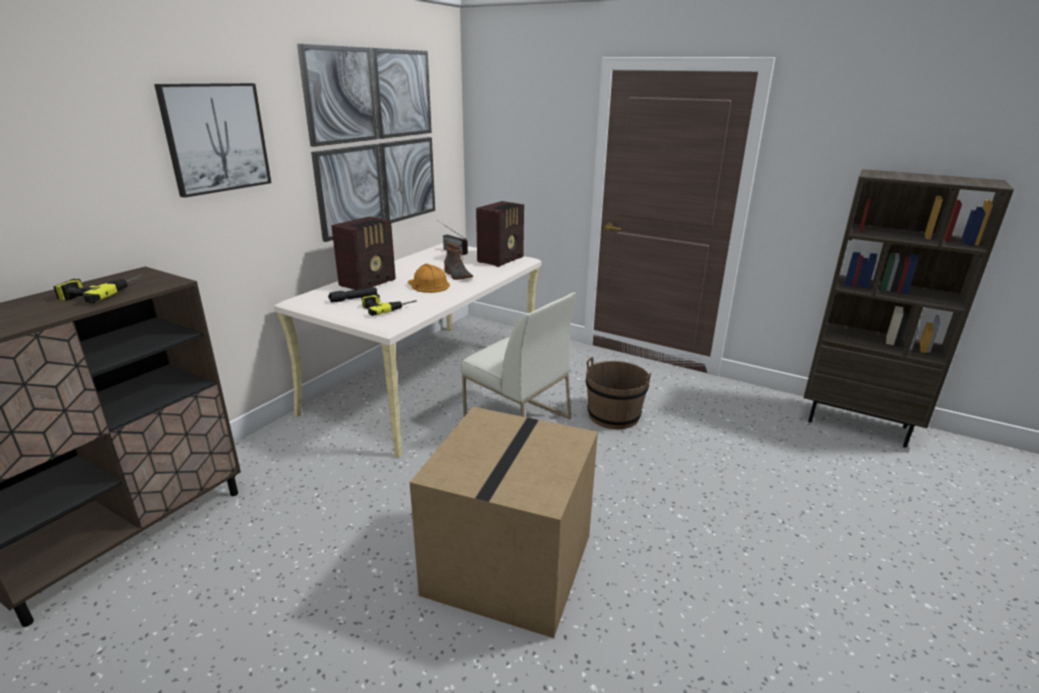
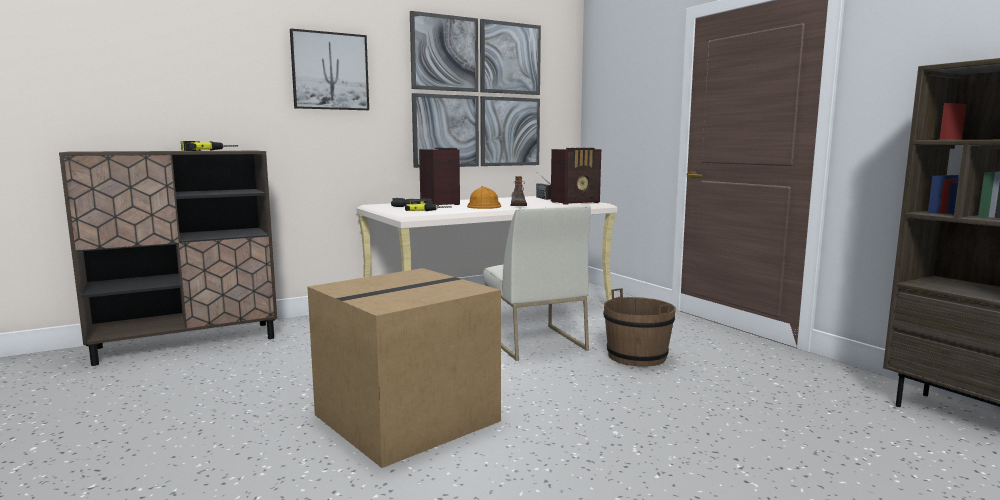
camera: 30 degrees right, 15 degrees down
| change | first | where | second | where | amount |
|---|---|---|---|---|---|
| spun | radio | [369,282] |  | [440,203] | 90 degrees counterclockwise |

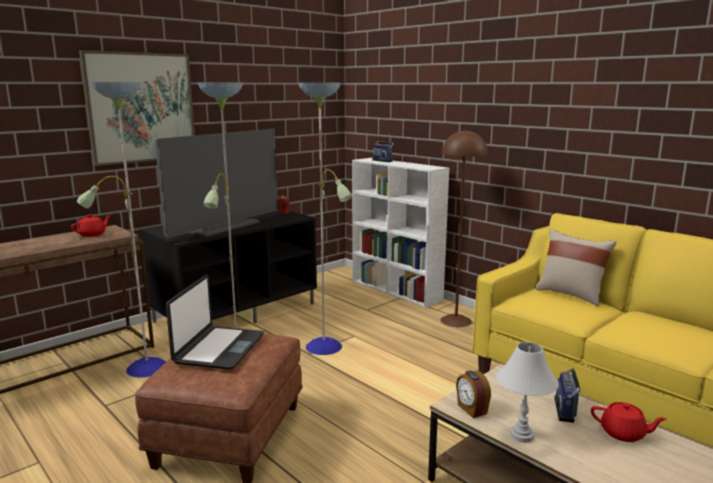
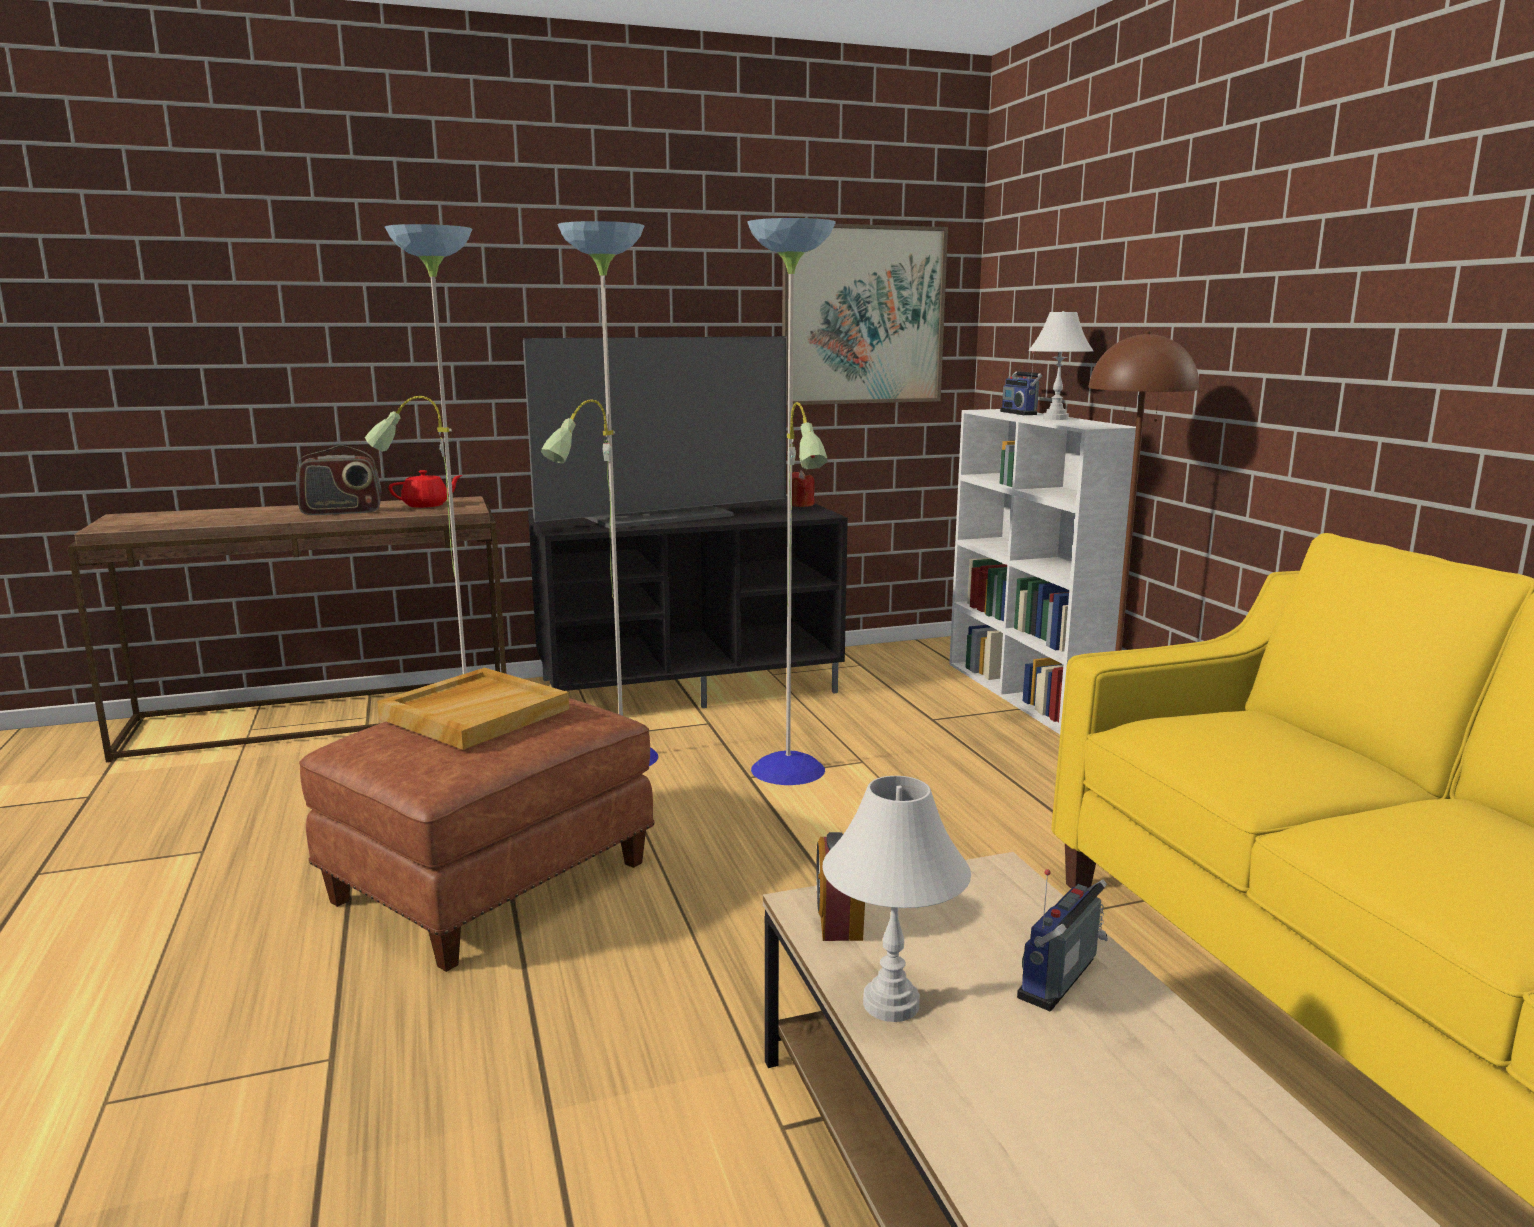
camera: 25 degrees right, 0 degrees up
| change | first | where | second | where | amount |
|---|---|---|---|---|---|
| relocated | picture | [141,107] |  | [863,315] |  |
| exchanged | laptop | [218,349] | beige tray | [475,713] |  |
| missing | beige pillow | [571,294] |  |  |  |
| missing | red teapot | [623,434] |  |  |  |
| appeared |  |  | radio | [341,512] |  |
| appeared |  |  | white table lamp | [1055,418] |  |

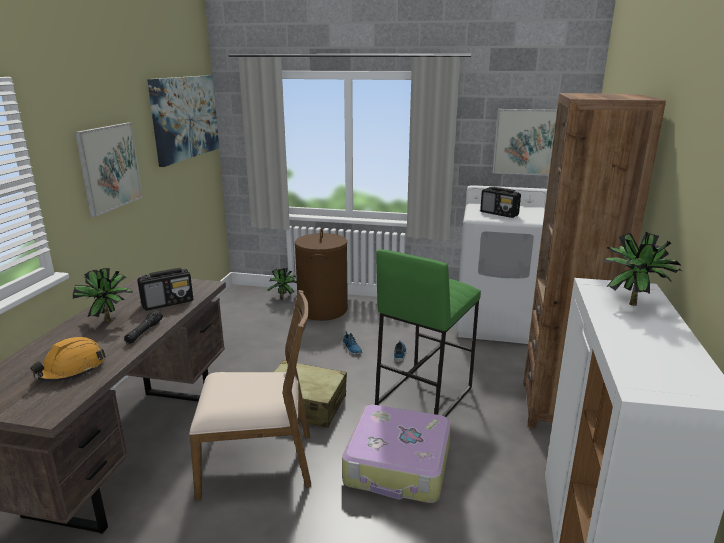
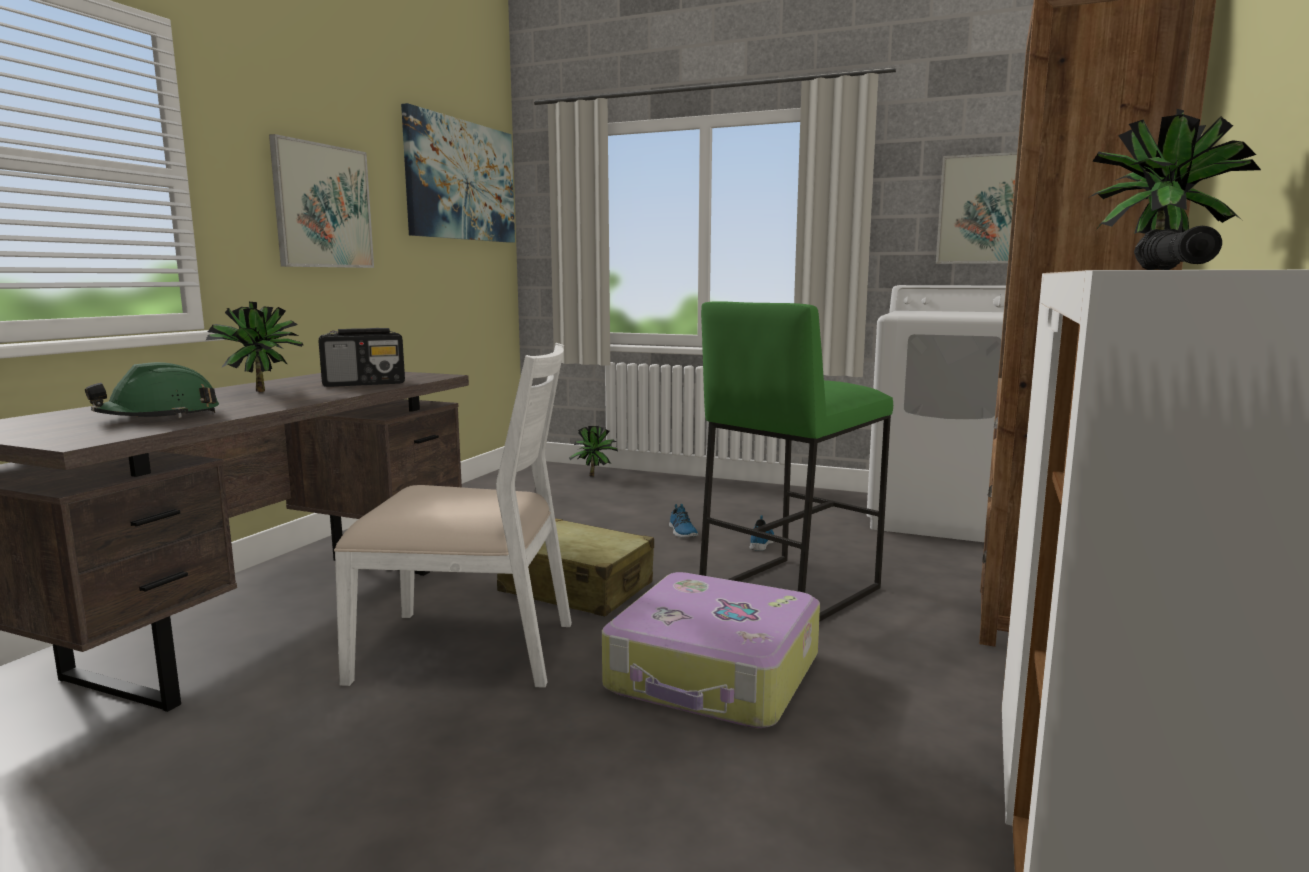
camera: 10 degrees right, 10 degrees down
| change | first | where | second | where | amount |
|---|---|---|---|---|---|
| colour | orange hard hat | [71,370] | green hard hat | [159,417] |  |
| relocated | black flashlight | [144,332] |  | [1172,269] |  |
| colour | brown chair | [258,463] | white chair | [468,649] |  |
| missing | brown laundry basket | [323,310] |  |  |  |
| missing | radio | [499,214] |  |  |  |

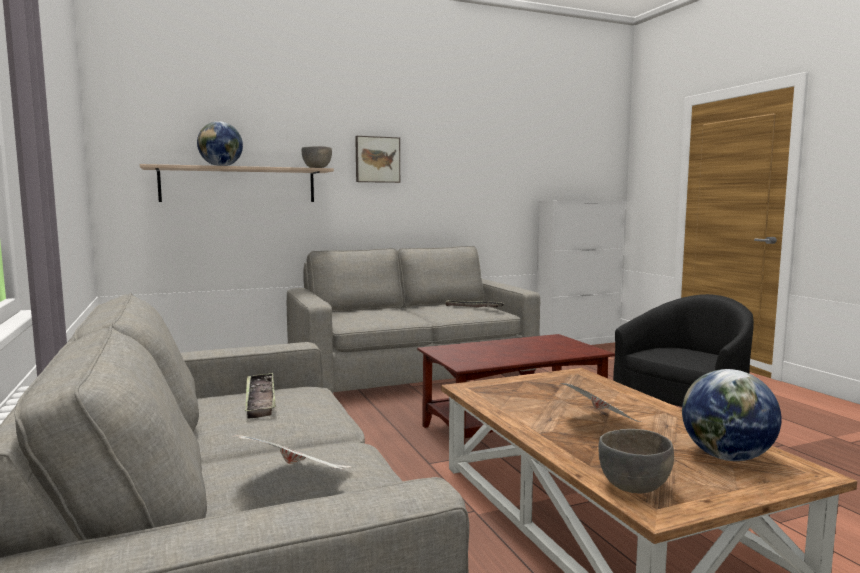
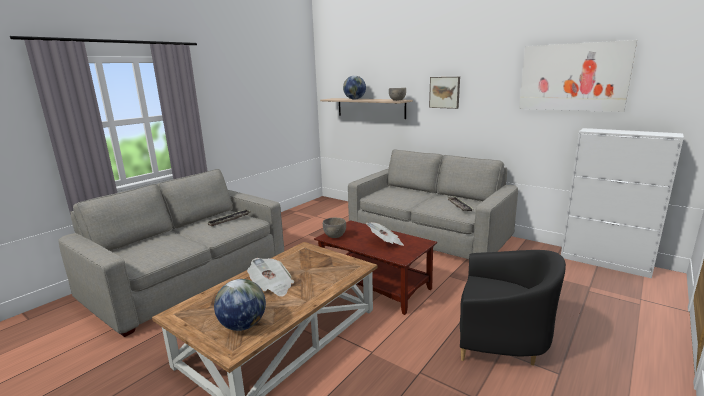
camera: 60 degrees right, 10 degrees up
| change | first | where | second | where | amount |
|---|---|---|---|---|---|
| relocated | newspaper | [297,482] |  | [385,243] |  |
| relocated | grey bowl | [634,487] |  | [335,236] |  |
| appeared |  |  | picture | [573,77] |  |

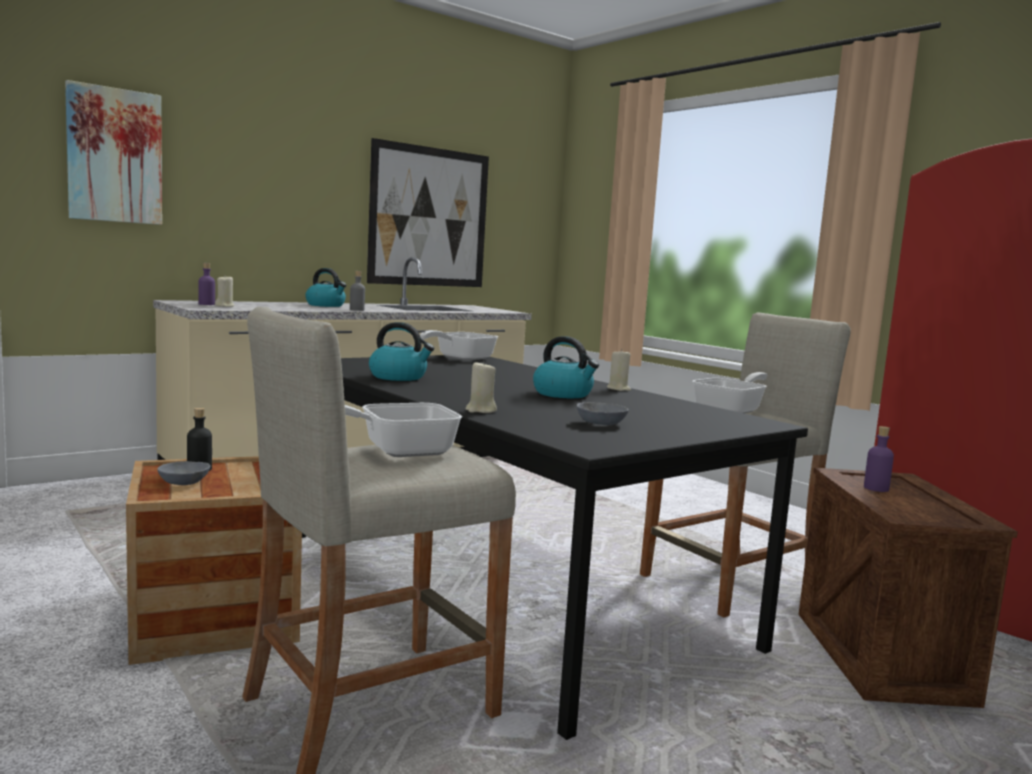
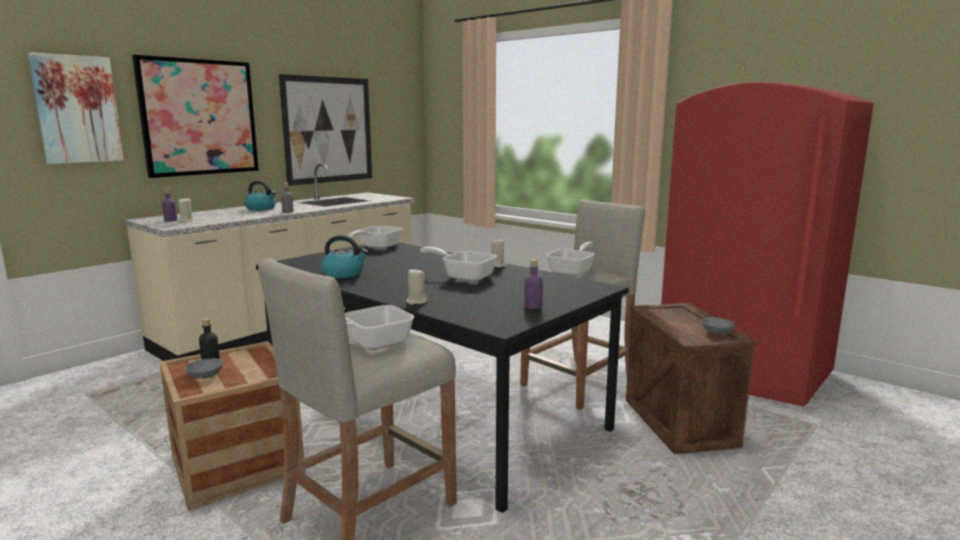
camera: 10 degrees left, 5 degrees up
| change | first | where | second | where | amount |
|---|---|---|---|---|---|
| exchanged | kettle | [563,394] | frying pan | [464,276] |  |
| relocated | grey bowl | [601,423] |  | [717,332] |  |
| relocated | purple bottle | [876,488] |  | [533,306] |  |
| appeared |  |  | picture | [199,117] |  |

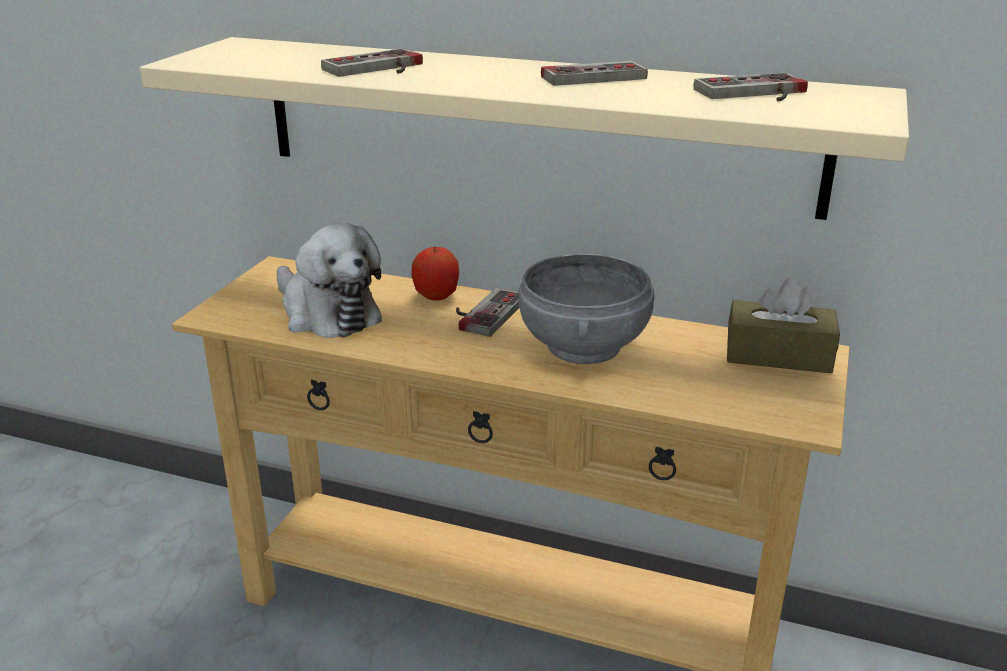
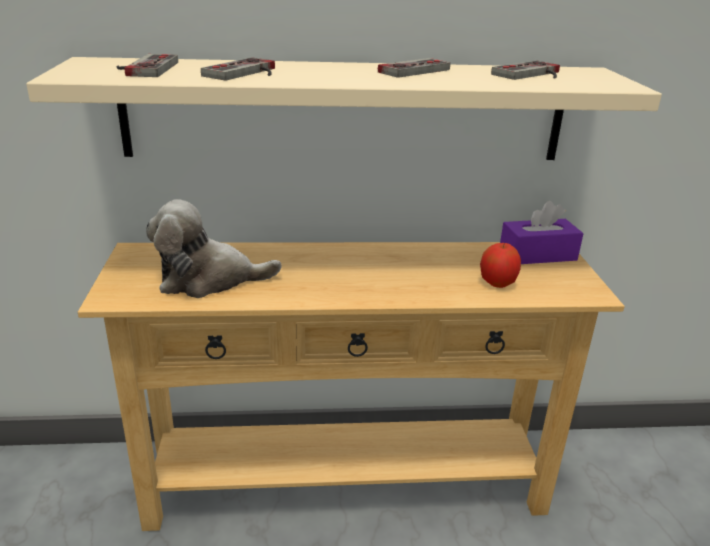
camera: 25 degrees left, 0 degrees up
| change | first | where | second | where | amount |
|---|---|---|---|---|---|
| spun | plush toy | [327,313] |  | [208,280] | 150 degrees clockwise |
| relocated | apple | [436,295] |  | [497,283] |  |
| relocated | game controller | [483,313] |  | [143,68] |  |
| missing | grey bowl | [585,346] |  |  |  |
| colour | brown tissue box | [778,355] | purple tissue box | [537,254] |  |

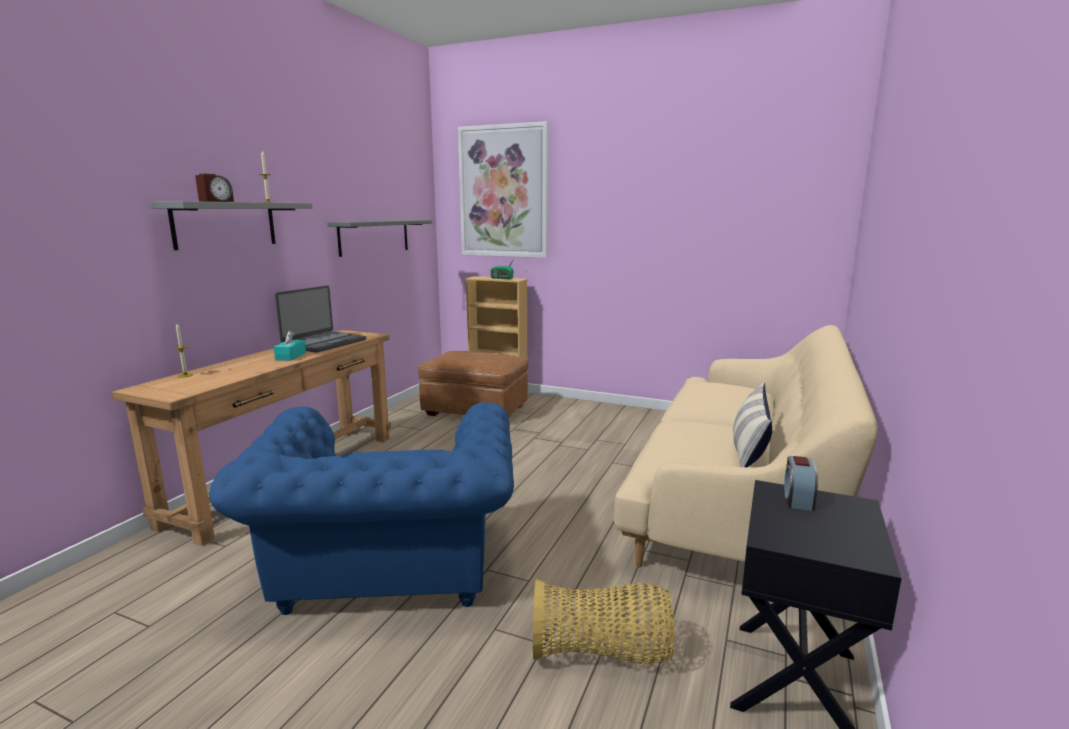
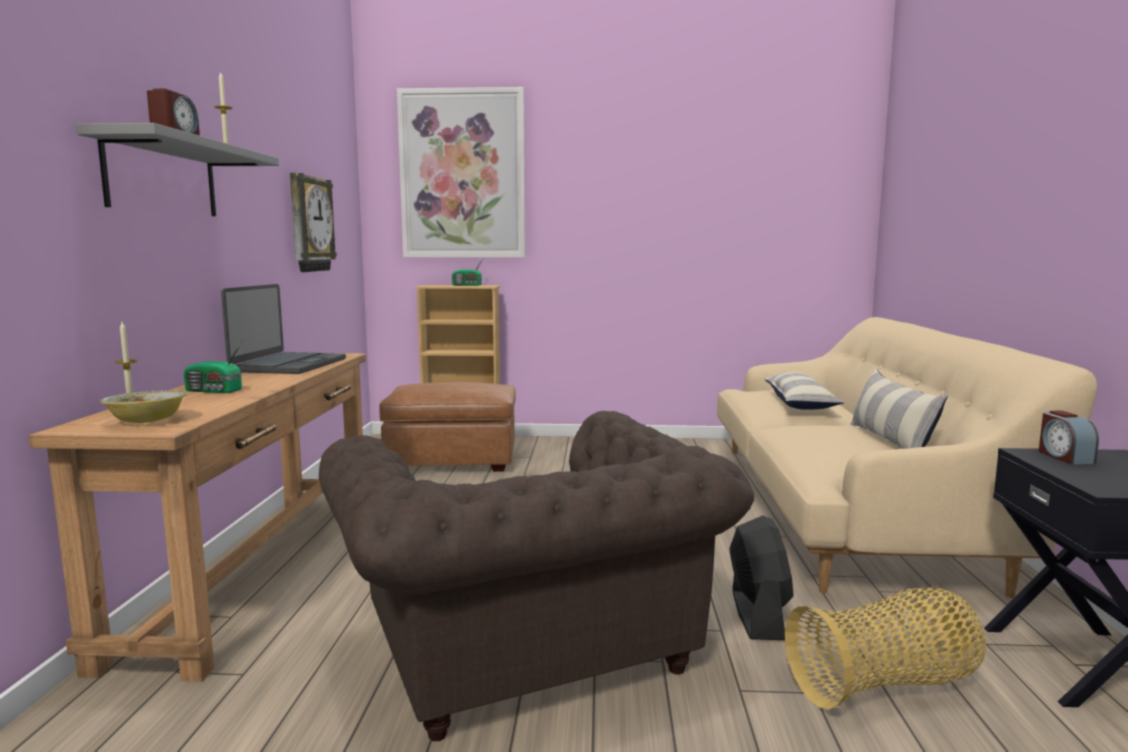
camera: 20 degrees left, 5 degrees down
| change | first | where | second | where | amount |
|---|---|---|---|---|---|
| colour | blue armchair | [388,569] | brown armchair | [530,653] |  |
| missing | turquoise tissue box | [290,356] |  |  |  |
| exchanged | grey shelf | [374,237] | wall clock | [309,224] |  |
| appeared |  |  | bowl | [147,421] |  |
| appeared |  |  | radio | [214,391] |  |
| appeared |  |  | black fan | [757,614] |  |
| appeared |  |  | pillow | [800,403] |  |

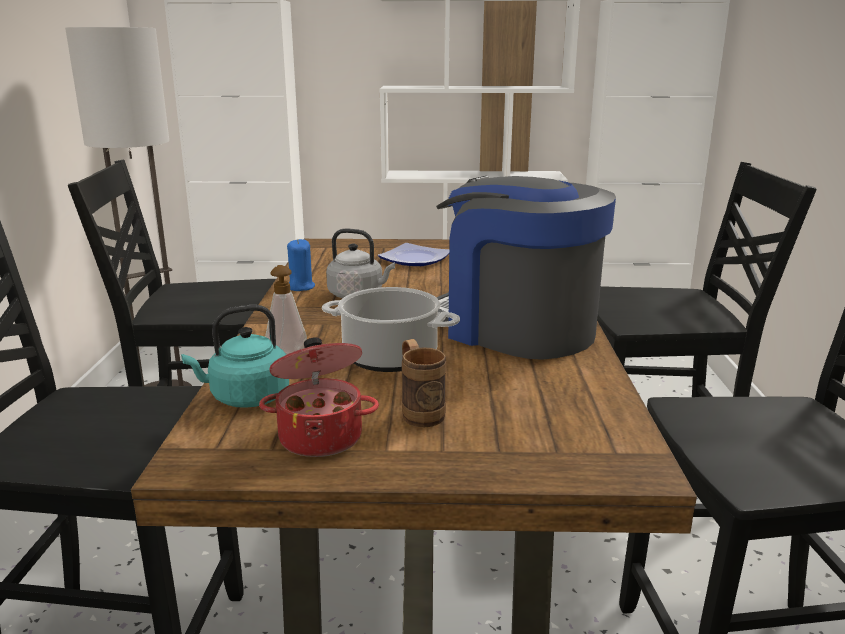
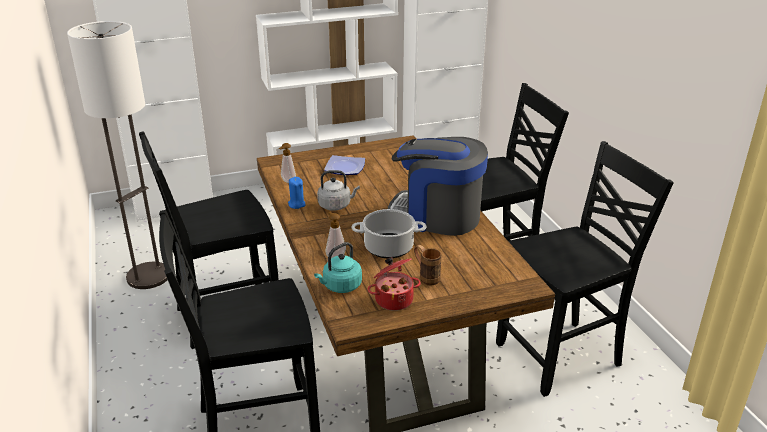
camera: 20 degrees left, 10 degrees up
| change | first | where | second | where | amount |
|---|---|---|---|---|---|
| appeared |  |  | soap dispenser | [287,182] |  |

